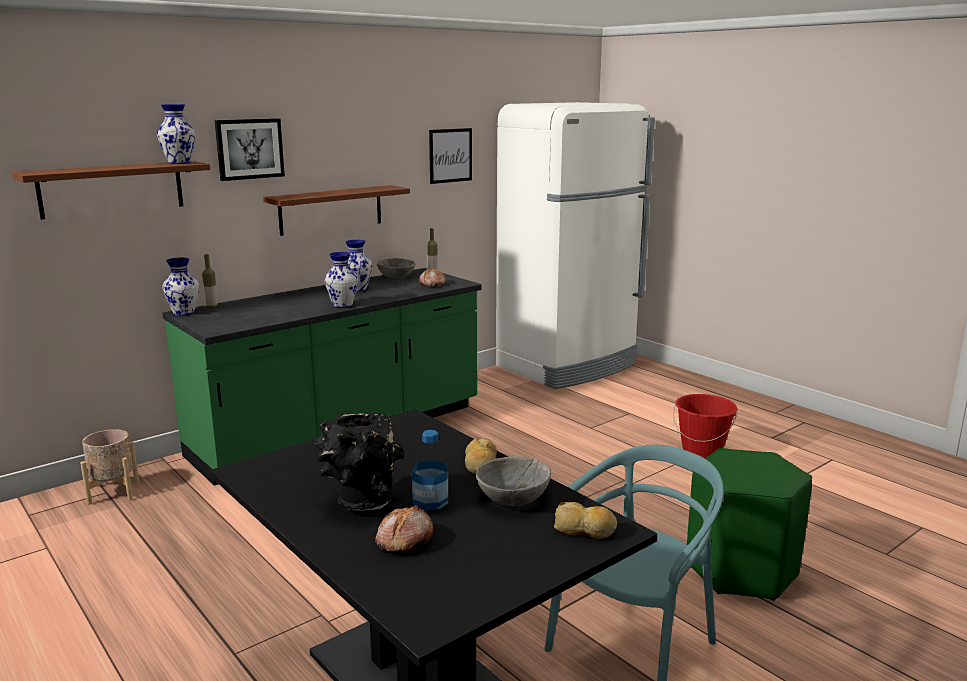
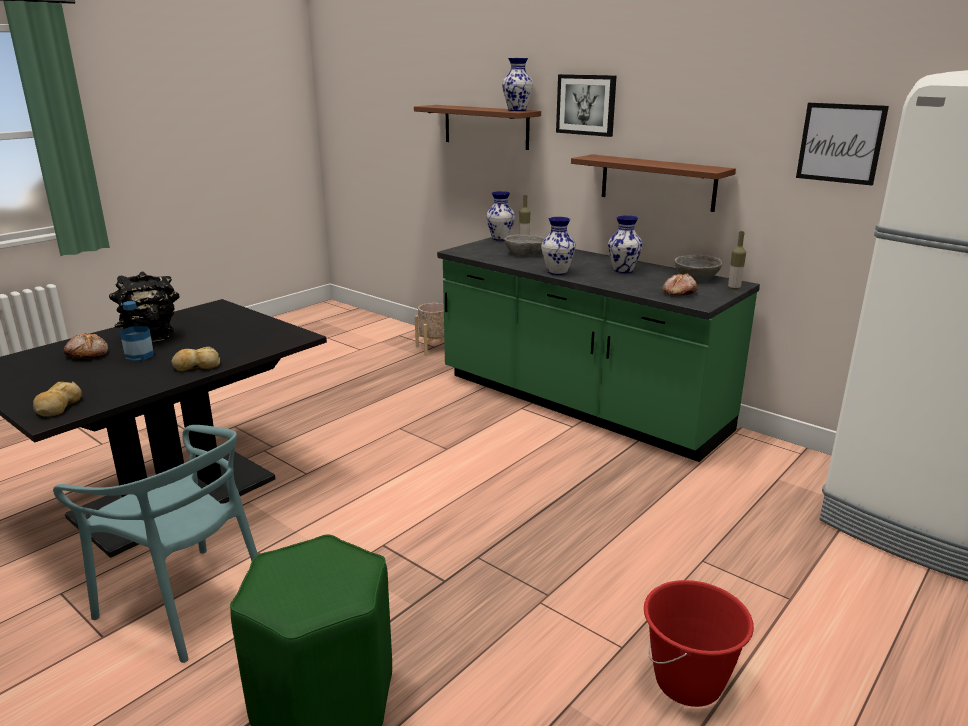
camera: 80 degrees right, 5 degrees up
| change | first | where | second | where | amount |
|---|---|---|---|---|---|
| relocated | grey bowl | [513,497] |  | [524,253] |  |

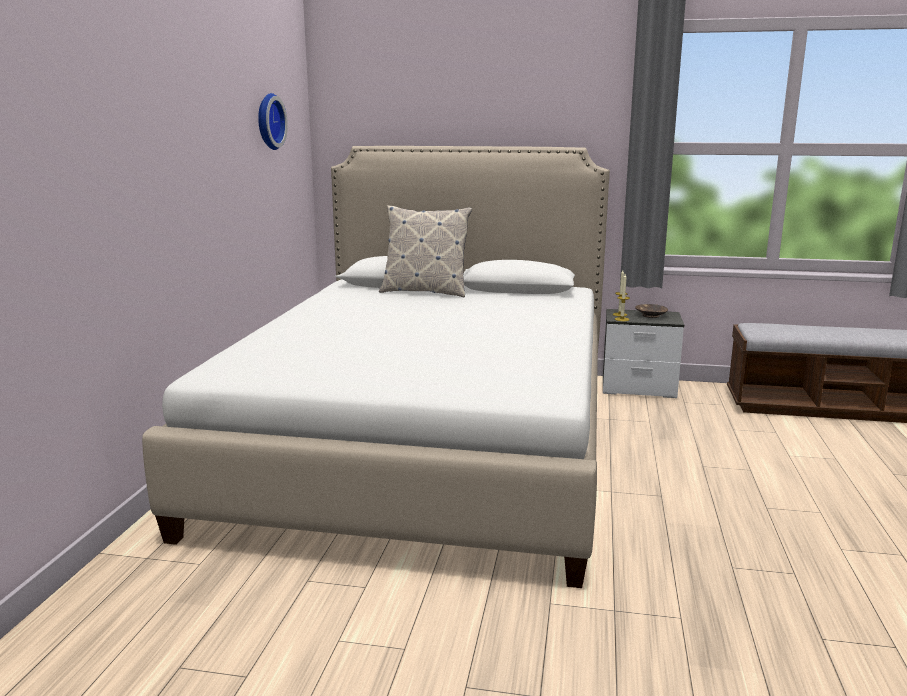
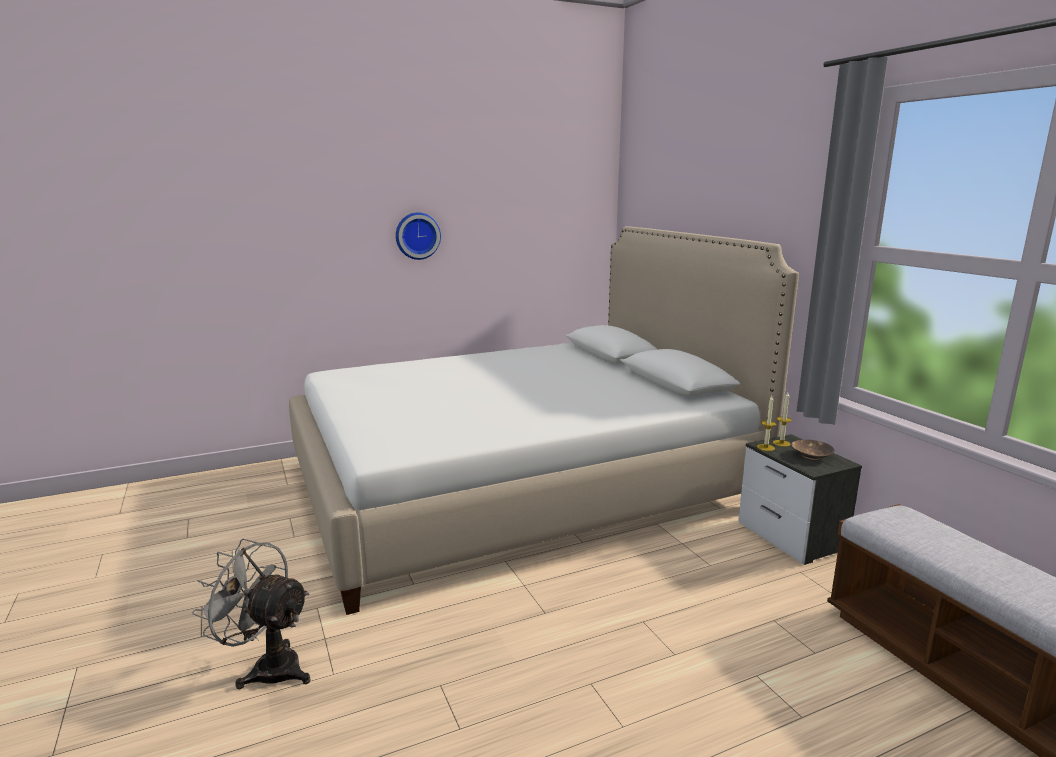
camera: 55 degrees right, 0 degrees up
| change | first | where | second | where | amount |
|---|---|---|---|---|---|
| relocated | wall clock | [268,121] |  | [417,235] |  |
| missing | pillow | [425,292] |  |  |  |
| appeared |  |  | grey fan | [268,667] |  |

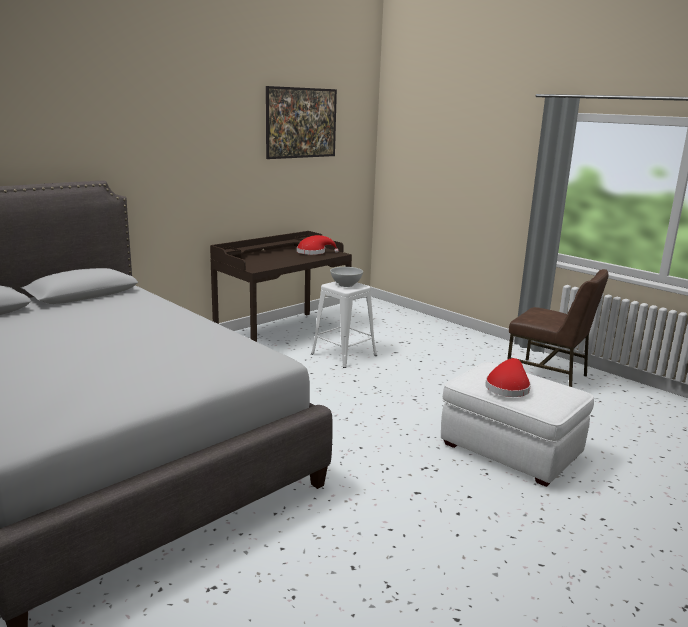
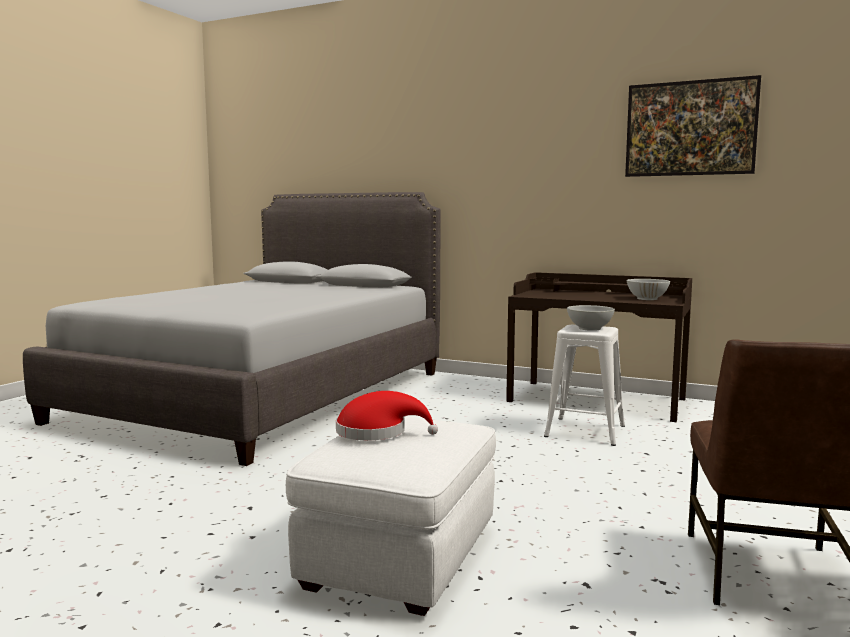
camera: 70 degrees right, 10 degrees down
| change | first | where | second | where | amount |
|---|---|---|---|---|---|
| exchanged | red hat | [313,252] | white bowl | [647,299] |  |

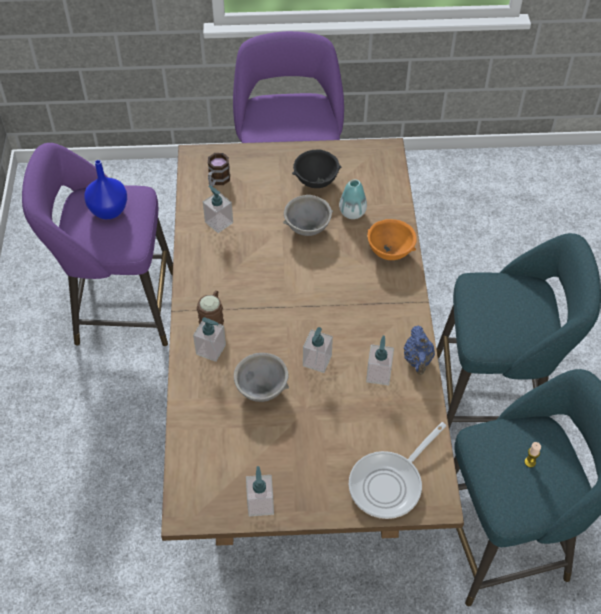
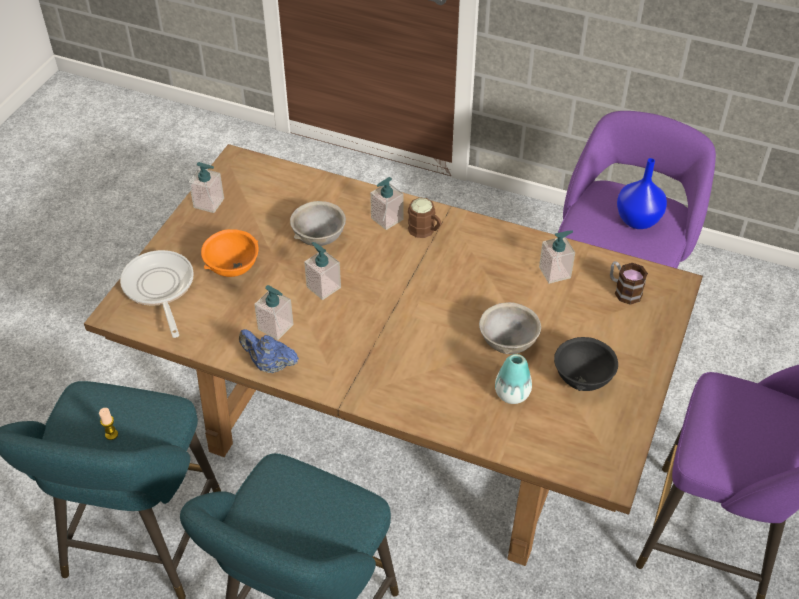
camera: 115 degrees right, 5 degrees down
| change | first | where | second | where | amount |
|---|---|---|---|---|---|
| relocated | orange bowl | [390,251] |  | [233,269] |  |

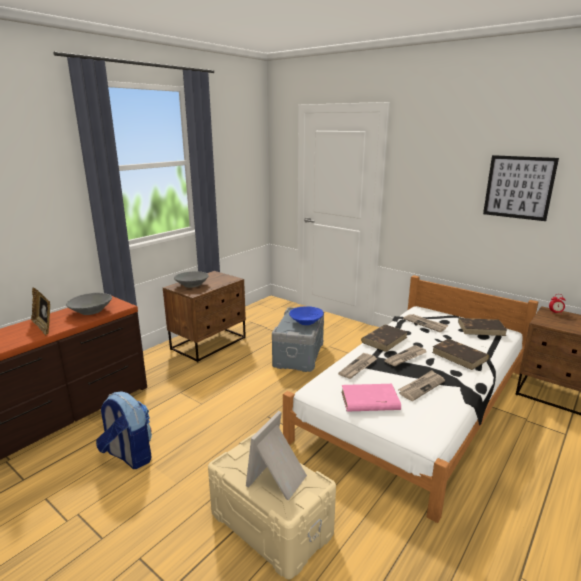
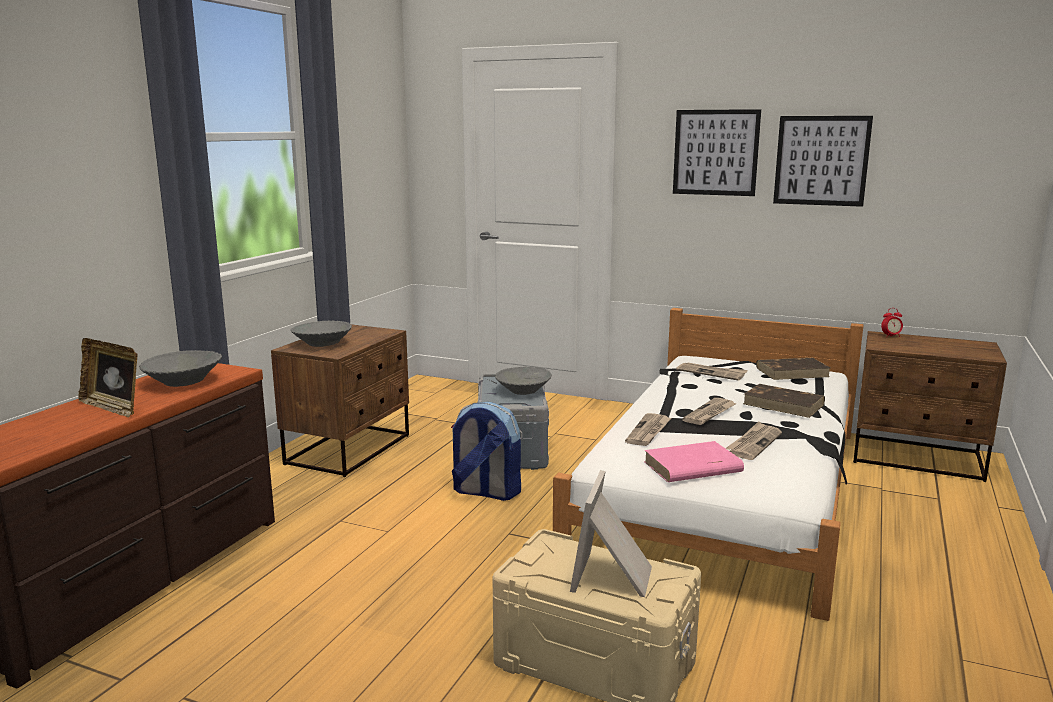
camera: 15 degrees left, 5 degrees down
| change | first | where | second | where | amount |
|---|---|---|---|---|---|
| relocated | backpack | [128,456] |  | [485,492] |  |
| colour | blue bowl | [306,322] | grey bowl | [523,391] |  |
| missing | brown book | [384,339] |  |  |  |
| appeared |  |  | picture | [715,152] |  |

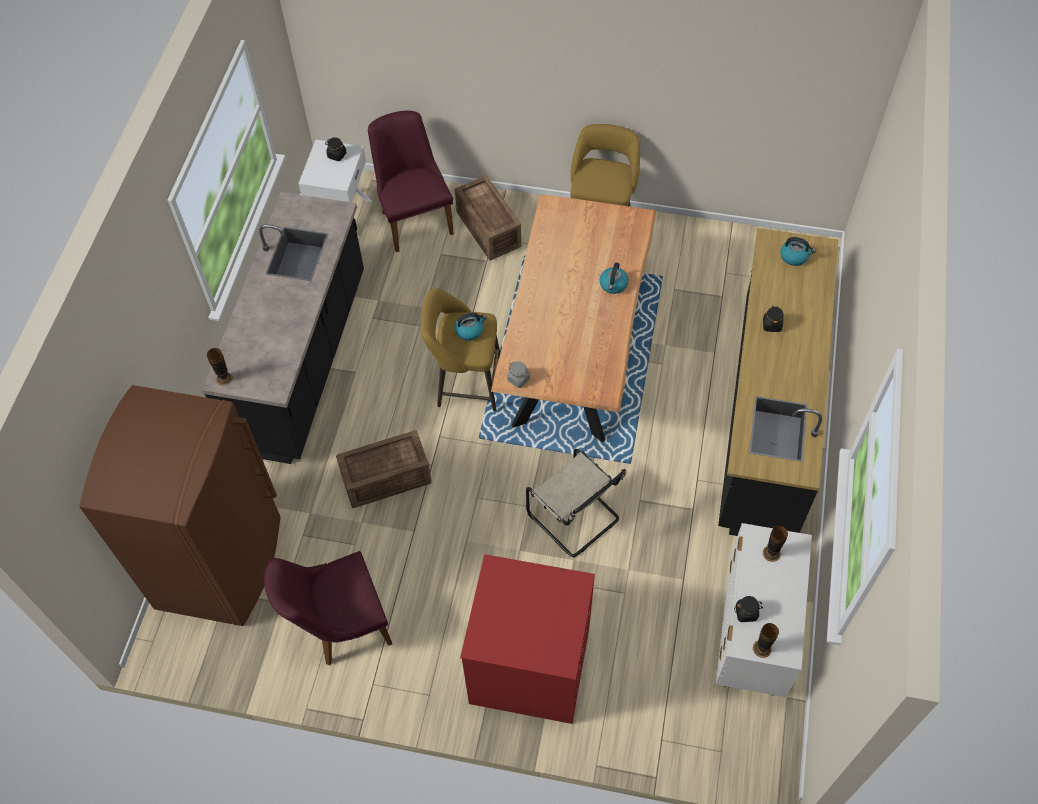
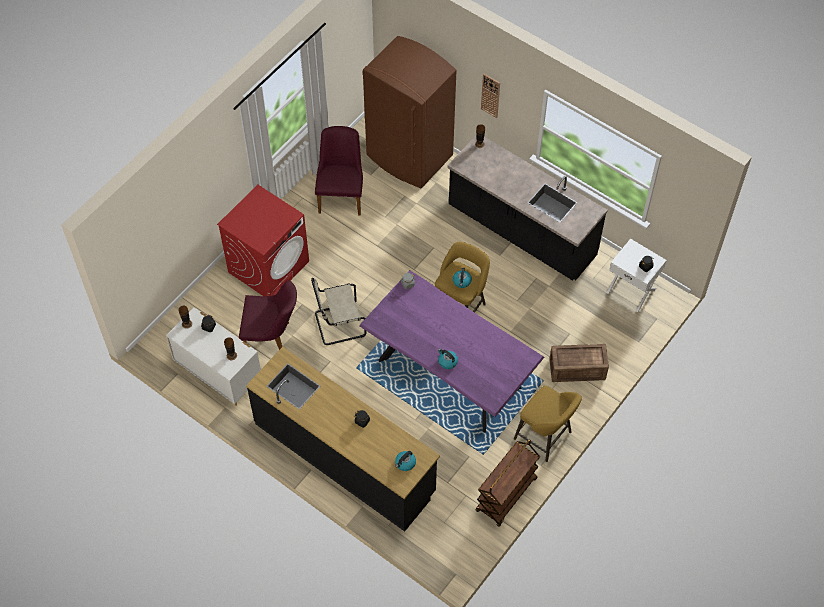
camera: 115 degrees right, 0 degrees up
| change | first | where | second | where | amount |
|---|---|---|---|---|---|
| missing | crate | [384,478] |  |  |  |
| relocated | purple chair | [414,218] |  | [272,338] |  |
| colour | brown dining table | [574,354] | purple dining table | [449,374] |  |
| appeared |  |  | brown cart | [506,495] |  |
| appeared |  |  | wall clock | [490,95] |  |

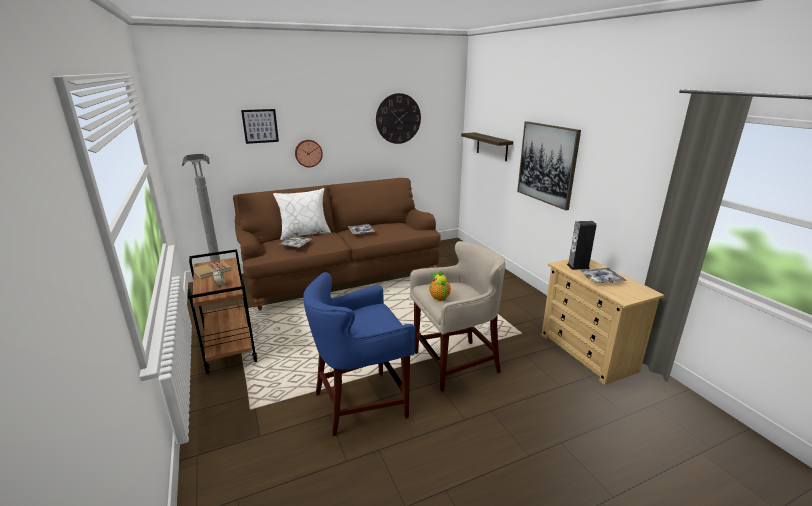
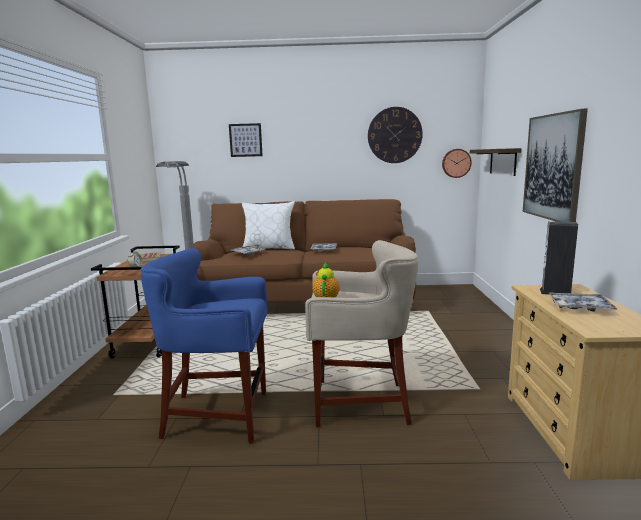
camera: 25 degrees right, 10 degrees down
| change | first | where | second | where | amount |
|---|---|---|---|---|---|
| relocated | wall clock | [308,153] |  | [456,163] |  |

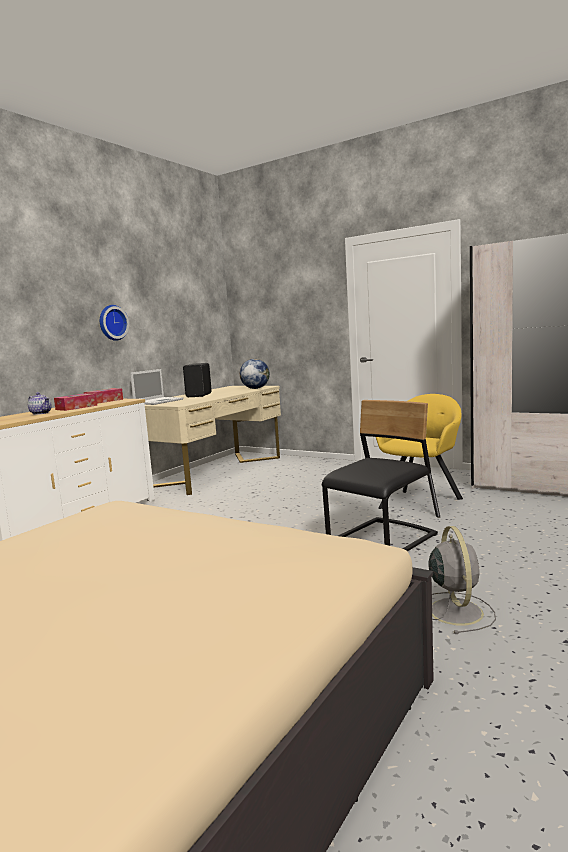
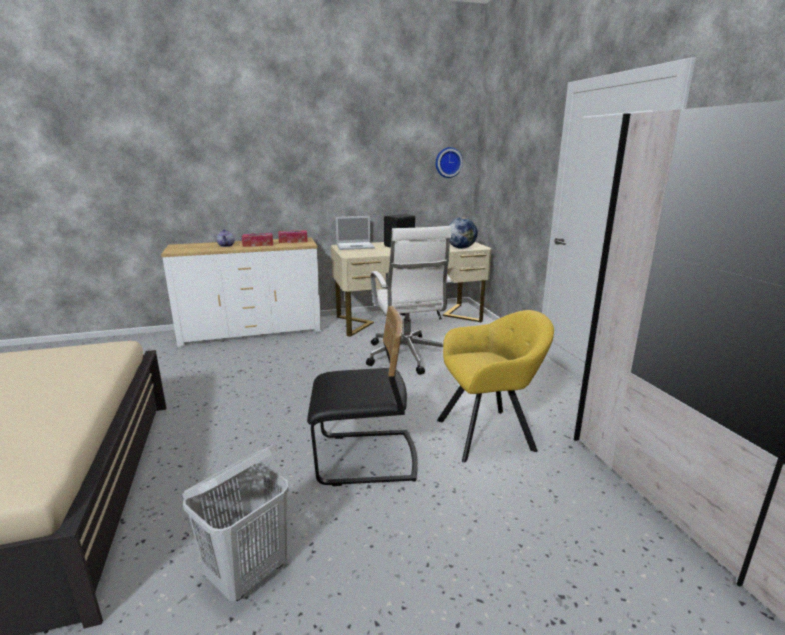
camera: 40 degrees right, 10 degrees up
| change | first | where | second | where | amount |
|---|---|---|---|---|---|
| relocated | wall clock | [112,322] |  | [448,162] |  |
| exchanged | grey fan | [454,610] | white laundry basket | [249,574] |  |
| appeared |  |  | white office chair | [407,357] |  |

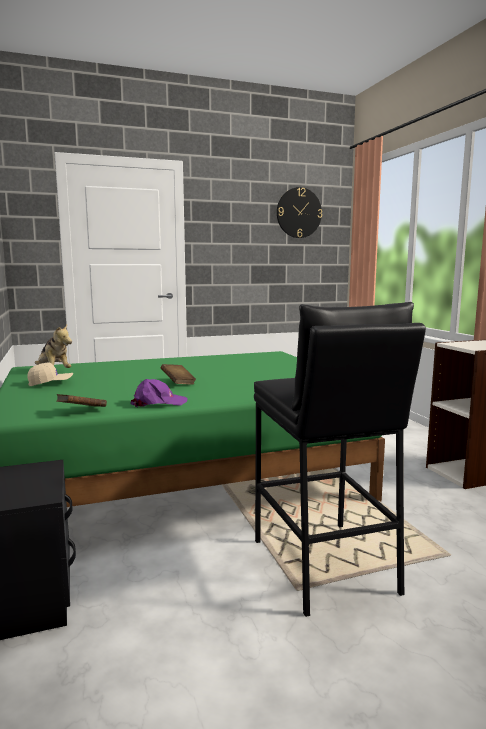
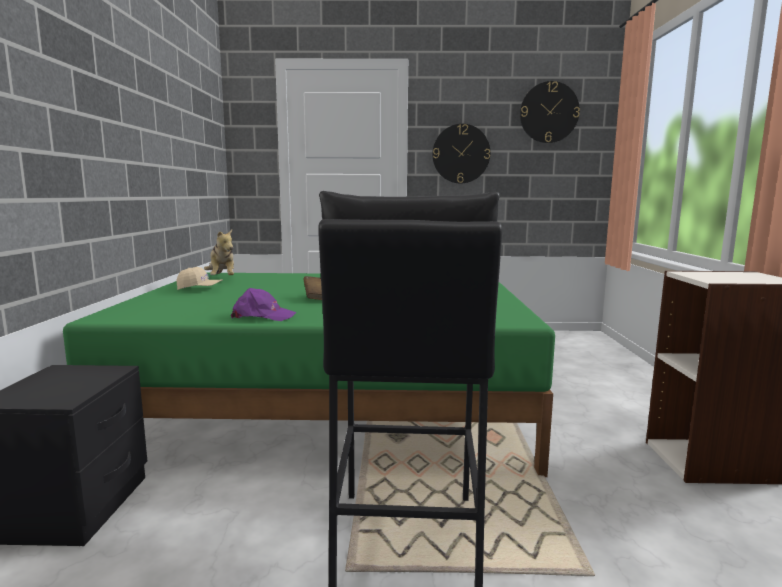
camera: 20 degrees right, 0 degrees up
| change | first | where | second | where | amount |
|---|---|---|---|---|---|
| missing | brown book | [82,411] |  |  |  |
| appeared |  |  | wall clock | [461,154] |  |

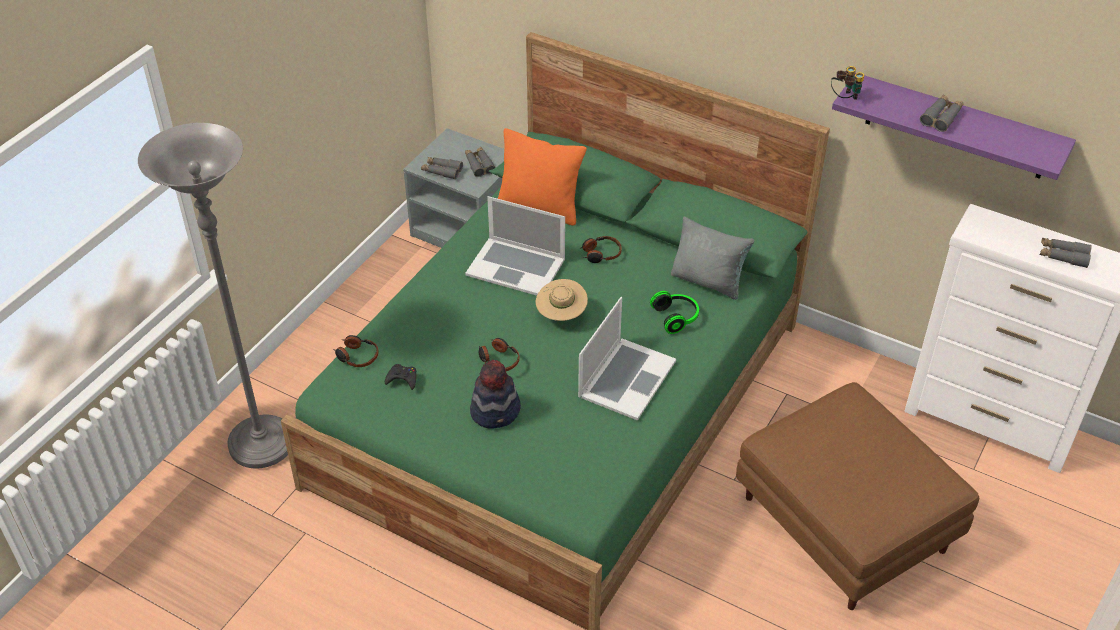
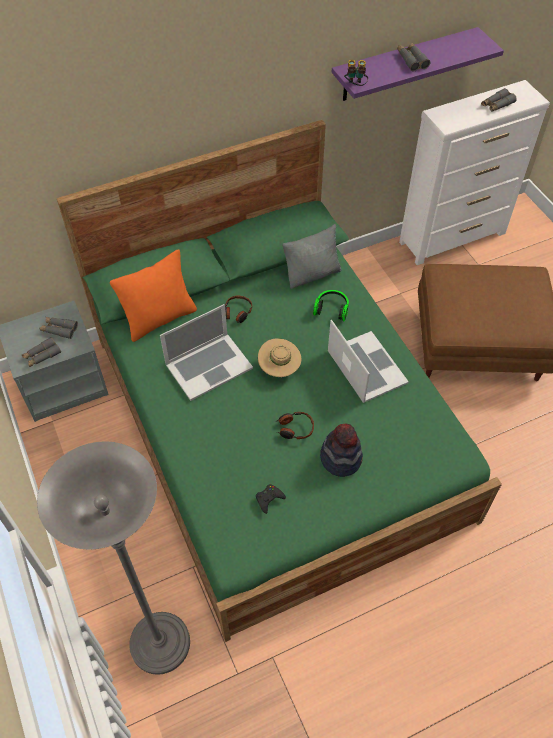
camera: 55 degrees left, 10 degrees up
| change | first | where | second | where | amount |
|---|---|---|---|---|---|
| missing | headphones | [357,356] |  |  |  |

